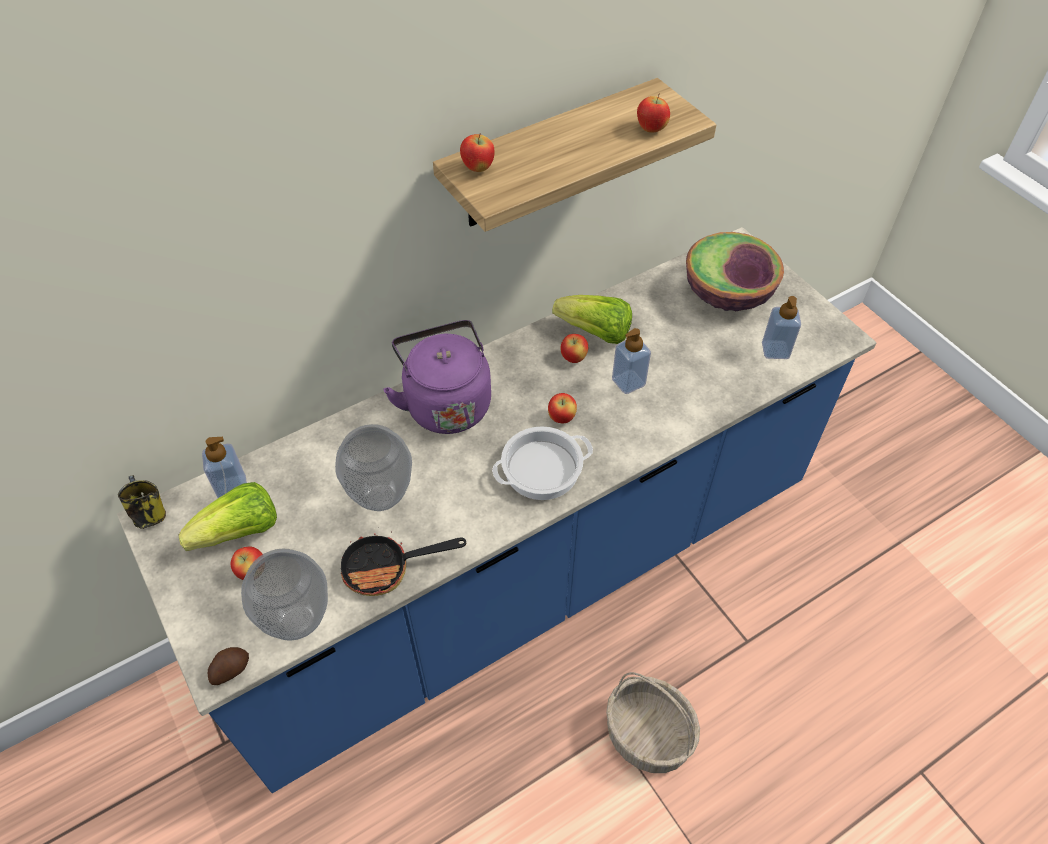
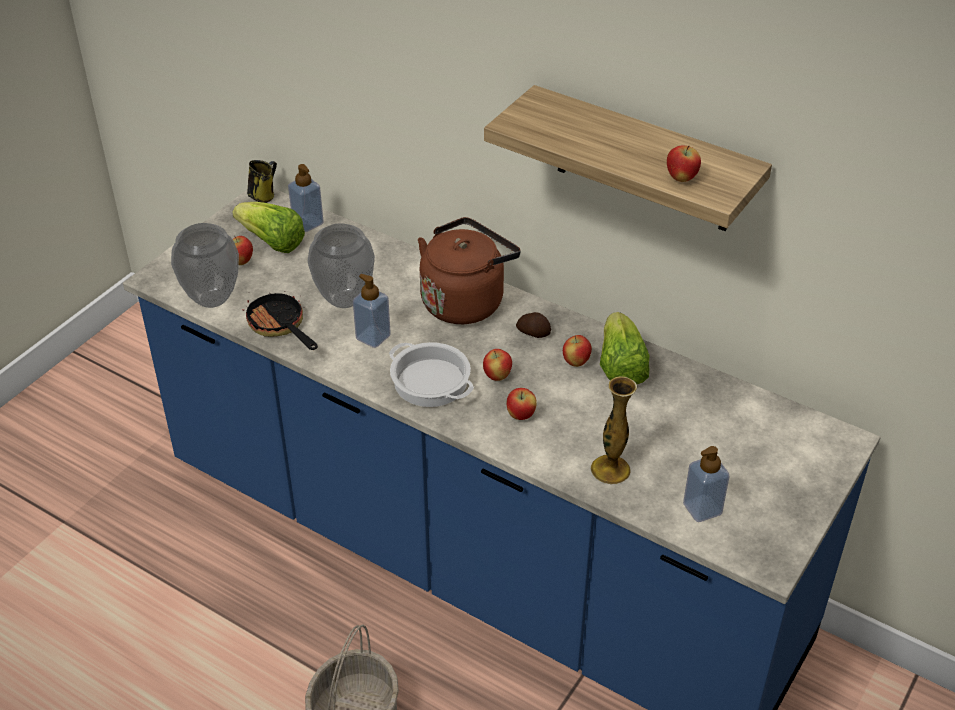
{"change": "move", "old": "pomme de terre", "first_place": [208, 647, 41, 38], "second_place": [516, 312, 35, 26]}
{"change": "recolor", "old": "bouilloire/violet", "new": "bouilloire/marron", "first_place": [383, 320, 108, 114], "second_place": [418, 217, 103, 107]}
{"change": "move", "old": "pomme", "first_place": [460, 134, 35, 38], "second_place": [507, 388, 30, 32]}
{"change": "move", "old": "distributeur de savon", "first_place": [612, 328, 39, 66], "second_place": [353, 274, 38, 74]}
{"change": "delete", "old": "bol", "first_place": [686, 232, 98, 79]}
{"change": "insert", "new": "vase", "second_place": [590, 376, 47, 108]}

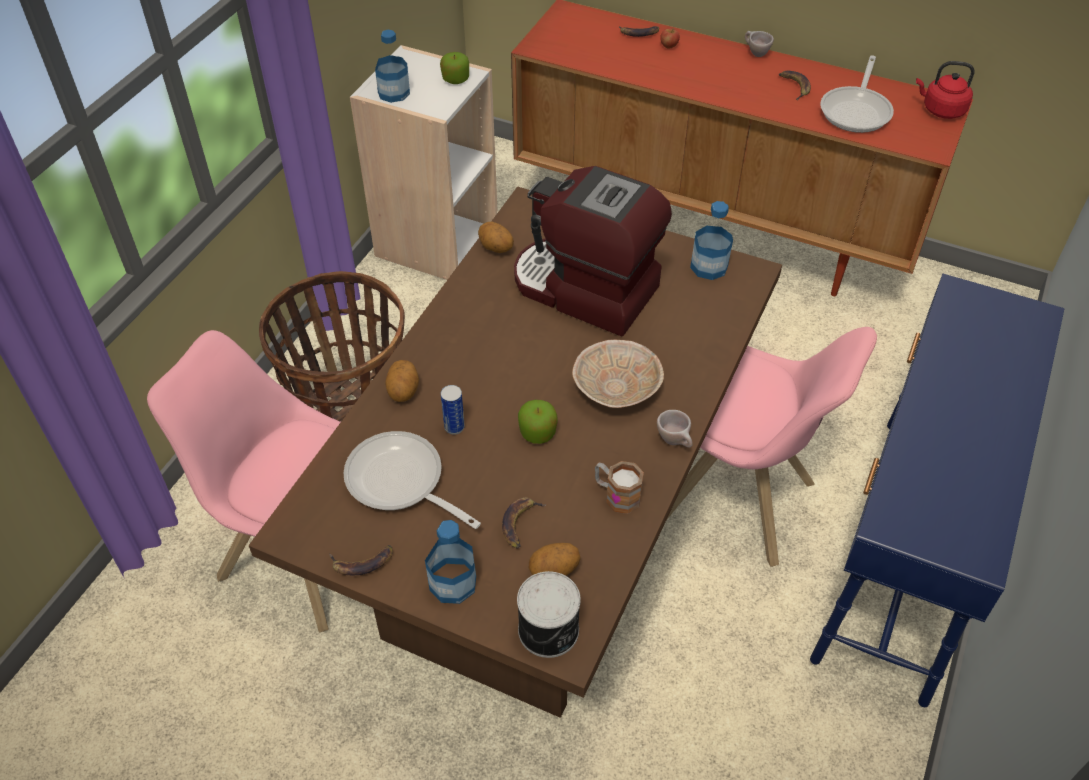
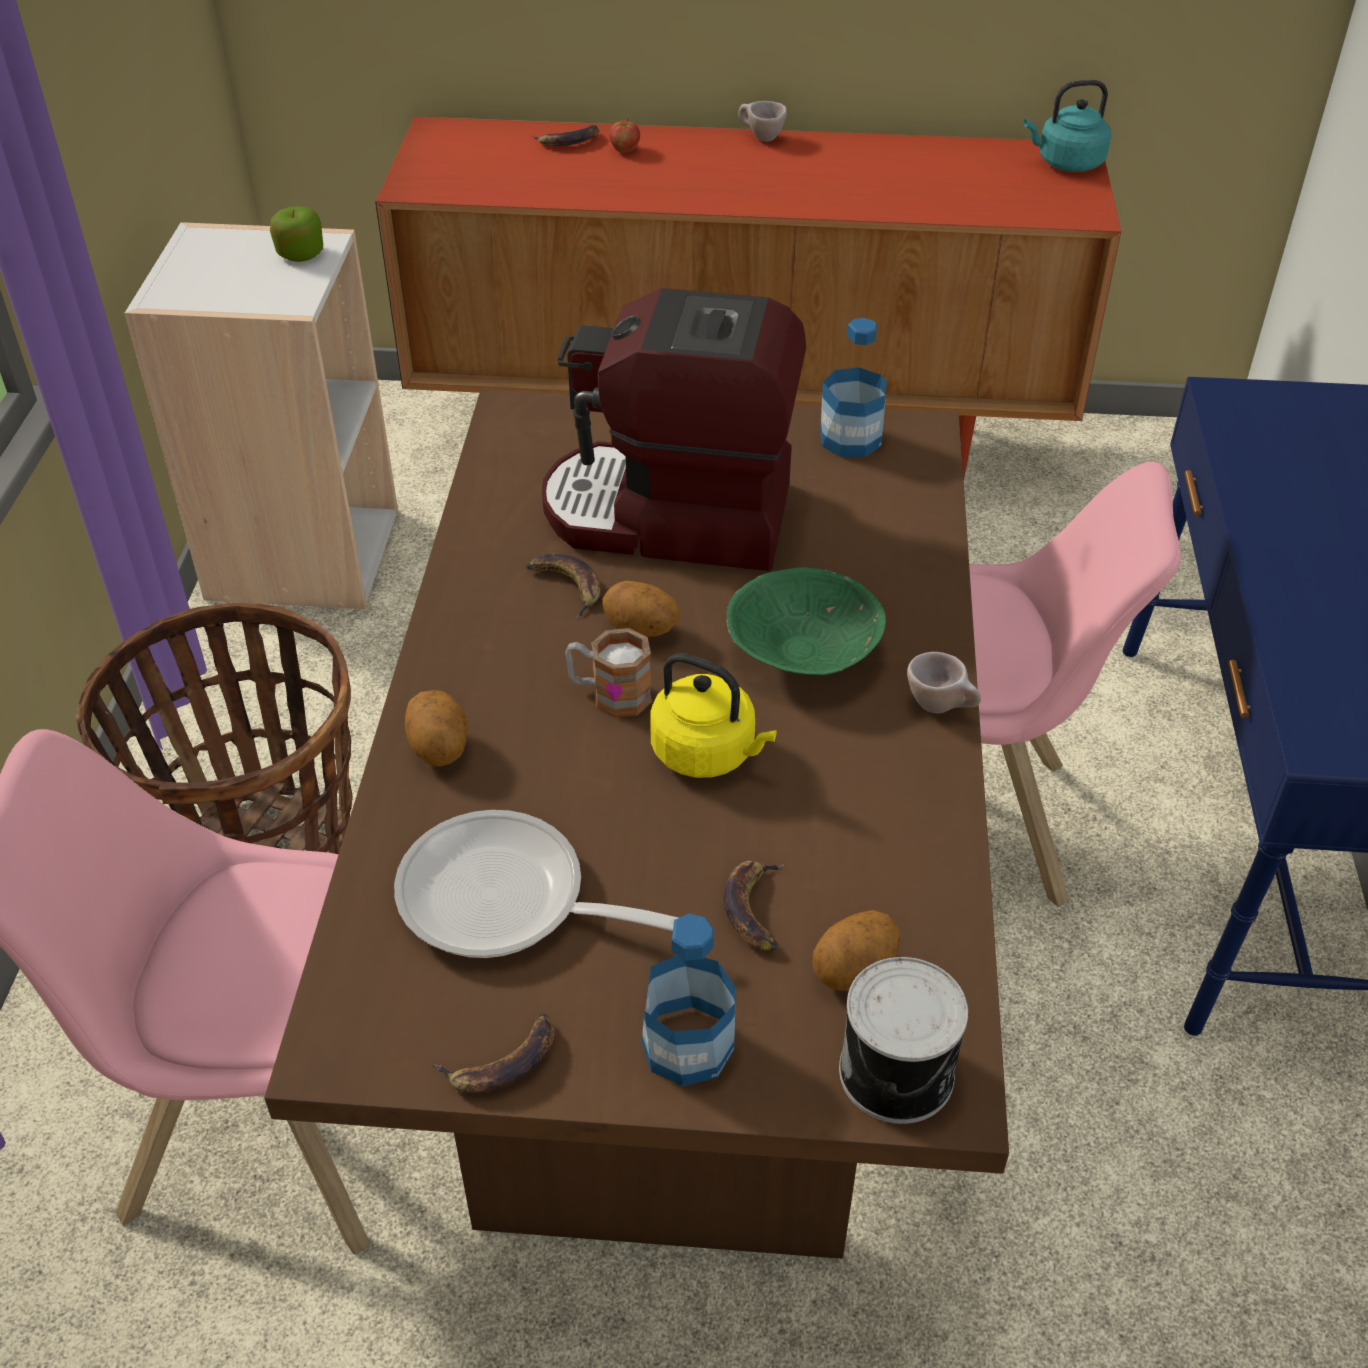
{"change": "delete", "old": "bouteille", "first_place": [375, 30, 35, 73]}
{"change": "delete", "old": "boîte métallique", "first_place": [441, 385, 24, 50]}
{"change": "move", "old": "pomme de terre", "first_place": [478, 222, 36, 31], "second_place": [602, 581, 79, 56]}
{"change": "replace", "old": "pomme", "new": "bouilloire/jaune", "first_place": [518, 400, 40, 44], "second_place": [650, 653, 127, 125]}
{"change": "recolor", "old": "bol/beige", "new": "bol/vert", "first_place": [572, 340, 92, 68], "second_place": [726, 567, 160, 108]}
{"change": "move", "old": "mug", "first_place": [595, 461, 49, 53], "second_place": [565, 628, 87, 90]}
{"change": "move", "old": "banane", "first_place": [779, 71, 32, 29], "second_place": [526, 554, 75, 65]}
{"change": "delete", "old": "poêle", "first_place": [820, 55, 74, 78]}
{"change": "recolor", "old": "bouilloire/rouge", "new": "bouilloire/turquoise", "first_place": [916, 61, 59, 58], "second_place": [1024, 80, 87, 92]}

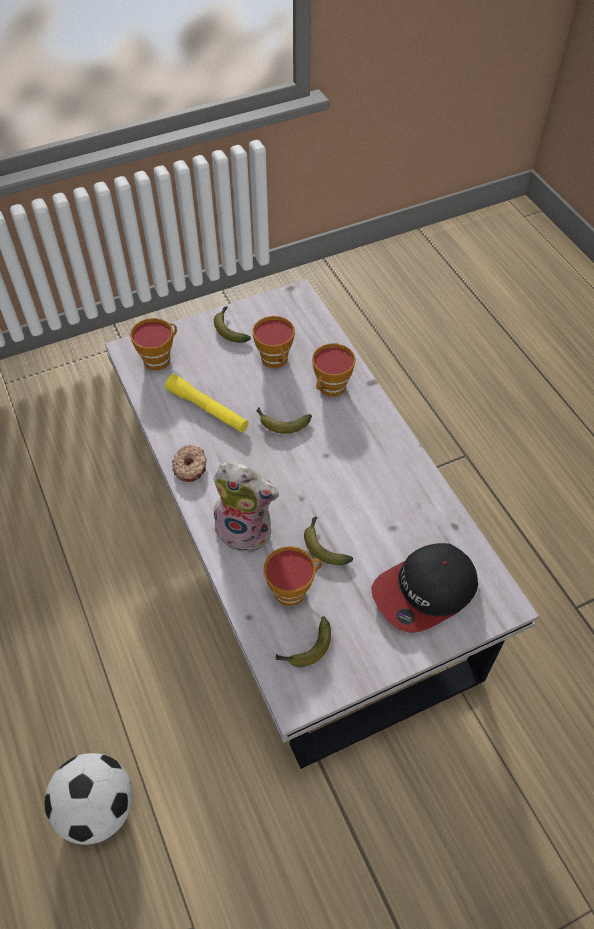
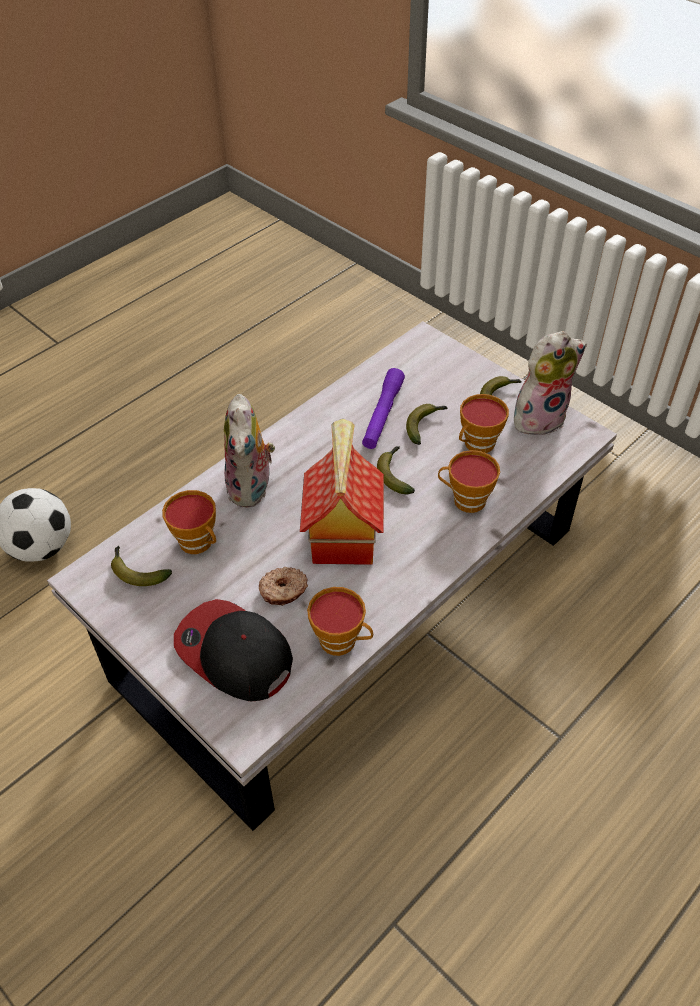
{"change": "move", "old": "tasse", "first_place": [130, 318, 47, 52], "second_place": [307, 587, 66, 69]}
{"change": "recolor", "old": "lampe de poche/jaune", "new": "lampe de poche/violet", "first_place": [165, 374, 84, 58], "second_place": [362, 368, 43, 81]}
{"change": "move", "old": "beignet", "first_place": [172, 445, 35, 37], "second_place": [259, 567, 49, 39]}
{"change": "move", "old": "banane", "first_place": [304, 517, 49, 48], "second_place": [406, 404, 42, 41]}
{"change": "insert", "new": "maison miniature", "second_place": [300, 419, 84, 146]}
{"change": "insert", "new": "peluche", "second_place": [514, 331, 73, 104]}

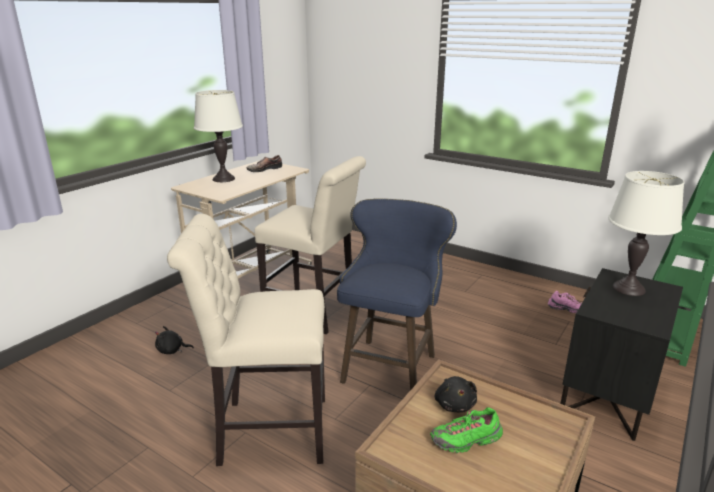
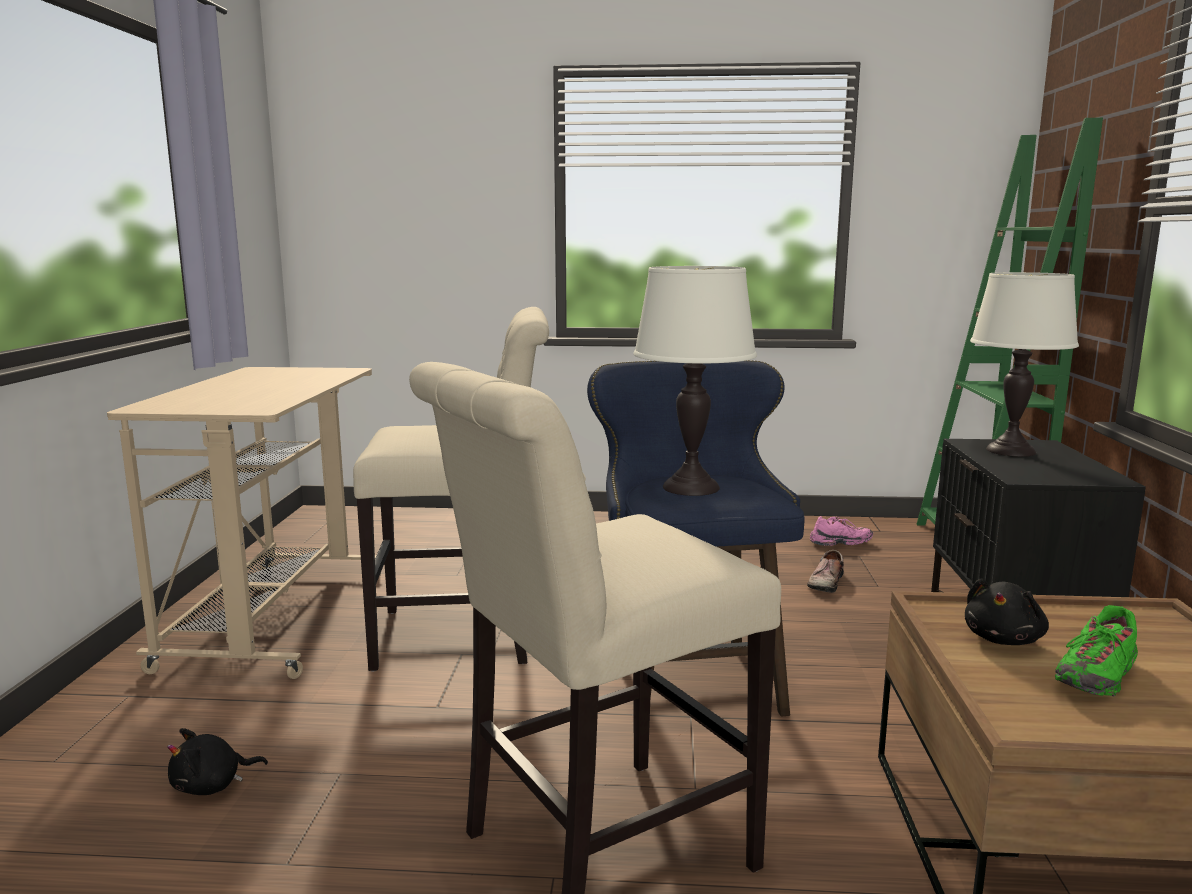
{"change": "move", "old": "lampe de table/blanc", "first_place": [194, 90, 49, 92], "second_place": [633, 266, 124, 230]}
{"change": "move", "old": "chaussure", "first_place": [247, 155, 35, 17], "second_place": [807, 550, 37, 43]}
{"change": "rotate", "old": "peluche/noir", "first_place": [435, 376, 42, 36], "second_place": [965, 579, 84, 66], "degrees": 75}

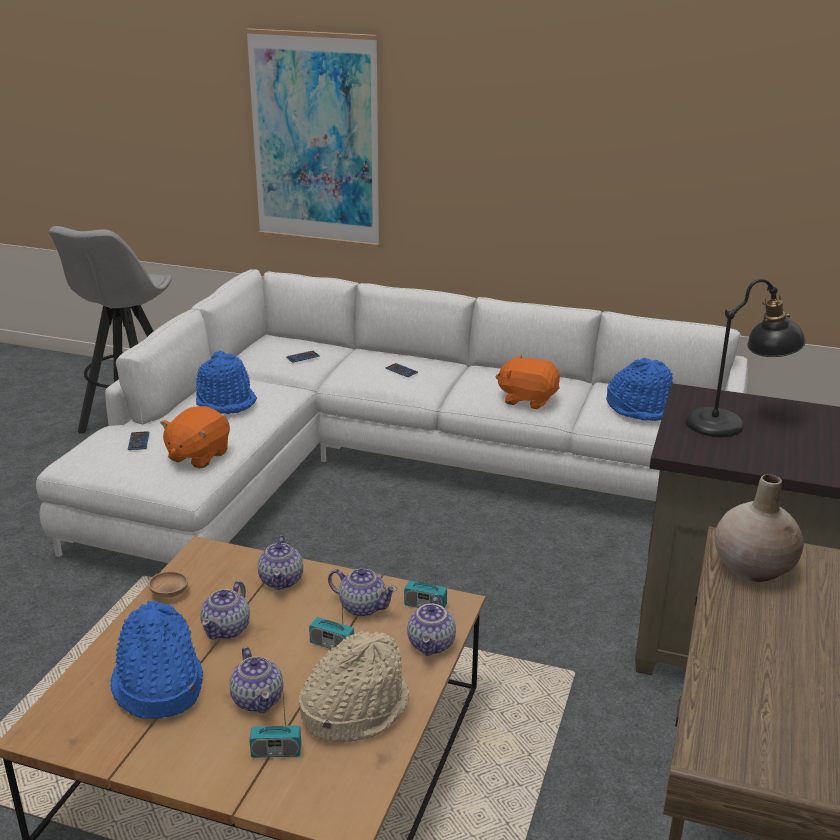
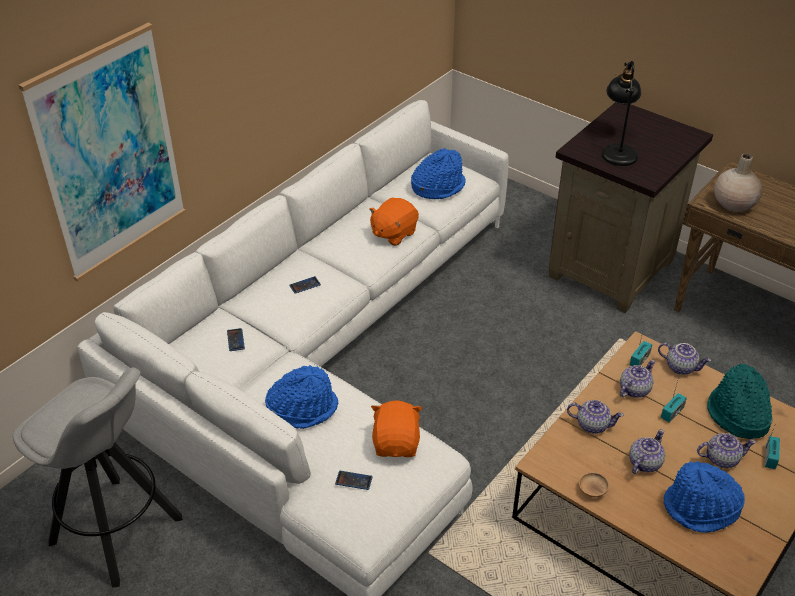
{"change": "rotate", "old": "peluche/orange", "first_place": [160, 406, 70, 63], "second_place": [371, 400, 52, 57], "degrees": -135}
{"change": "rotate", "old": "théière", "first_place": [200, 581, 50, 59], "second_place": [629, 429, 36, 45], "degrees": -90}
{"change": "recolor", "old": "chapeau/beige", "new": "chapeau/turquoise", "first_place": [299, 631, 110, 112], "second_place": [707, 364, 66, 75]}

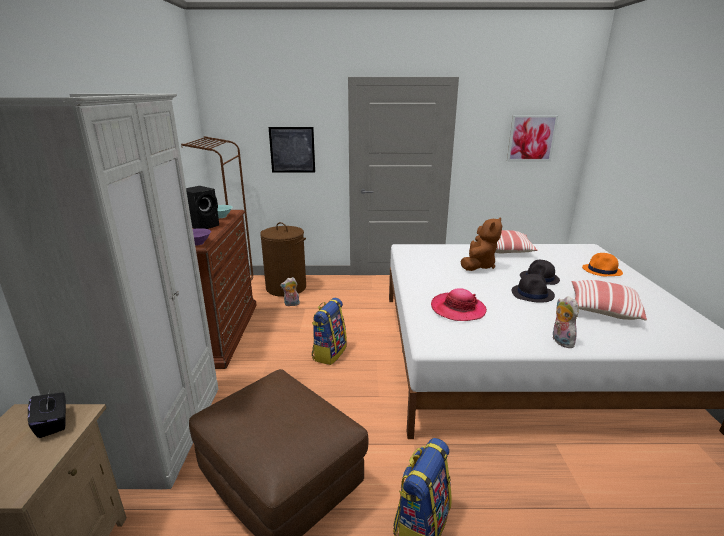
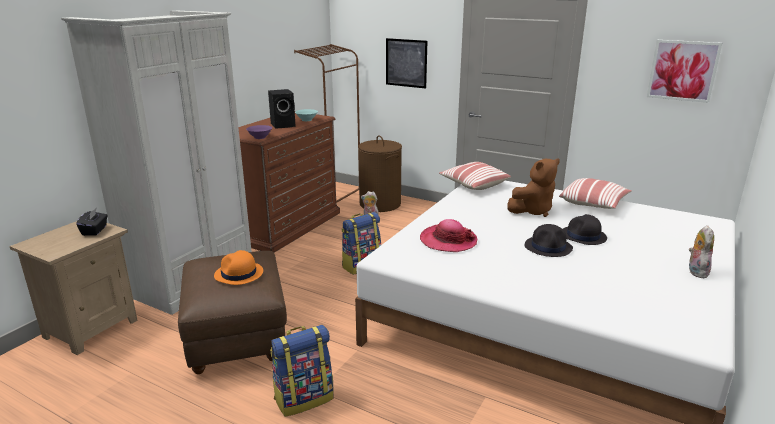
{"change": "move", "old": "peluche", "first_place": [553, 296, 26, 52], "second_place": [689, 225, 25, 53]}
{"change": "move", "old": "coussin", "first_place": [571, 280, 76, 41], "second_place": [439, 162, 72, 28]}
{"change": "move", "old": "chapeau/orange", "first_place": [582, 253, 41, 23], "second_place": [214, 250, 49, 35]}

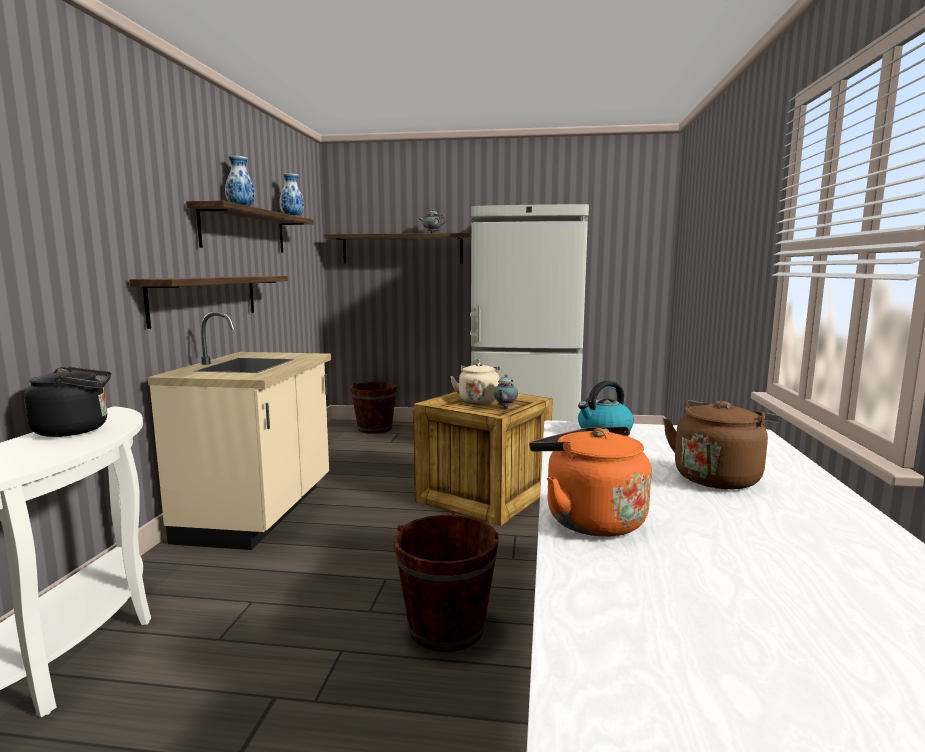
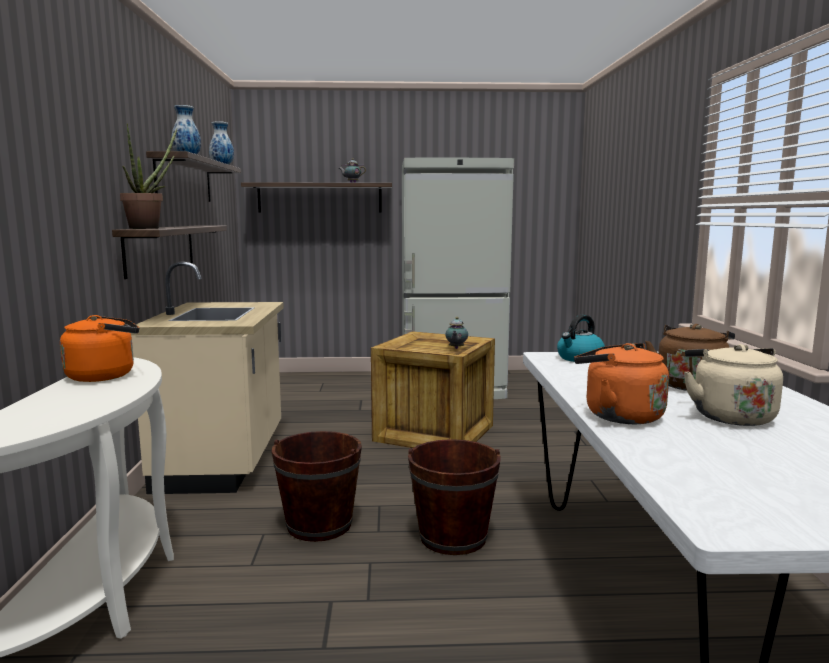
{"change": "recolor", "old": "bouilloire/noir", "new": "bouilloire/orange", "first_place": [24, 367, 87, 70], "second_place": [60, 315, 79, 67]}
{"change": "move", "old": "seau/marron", "first_place": [350, 382, 47, 52], "second_place": [272, 431, 90, 111]}
{"change": "move", "old": "bouilloire/beige", "first_place": [450, 363, 50, 41], "second_place": [684, 344, 99, 82]}
{"change": "insert", "new": "plante en pot", "second_place": [120, 123, 57, 106]}

